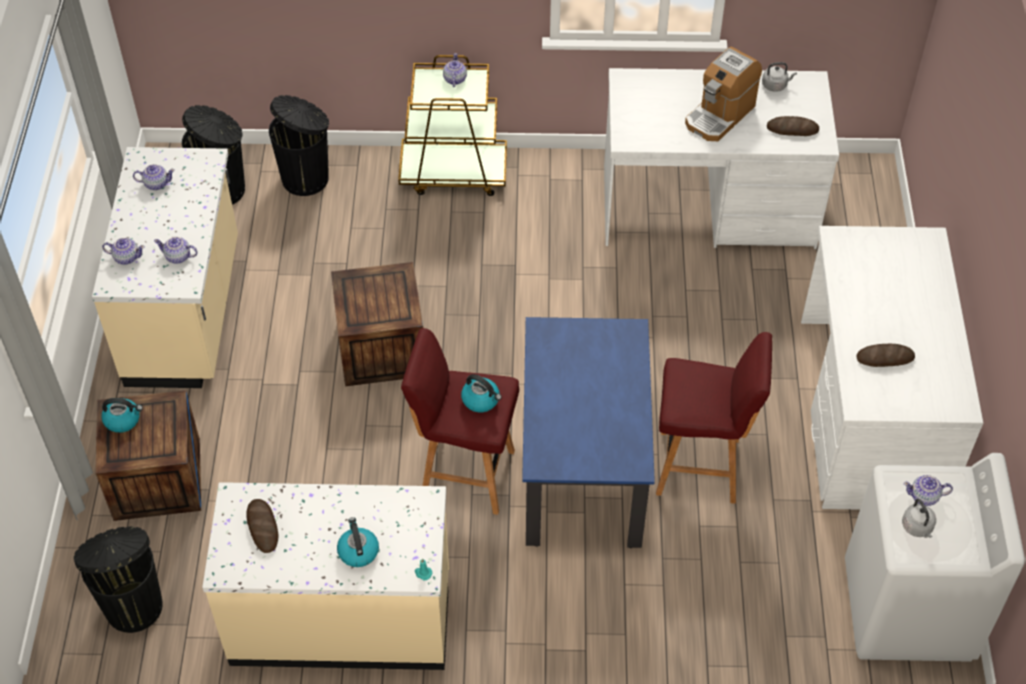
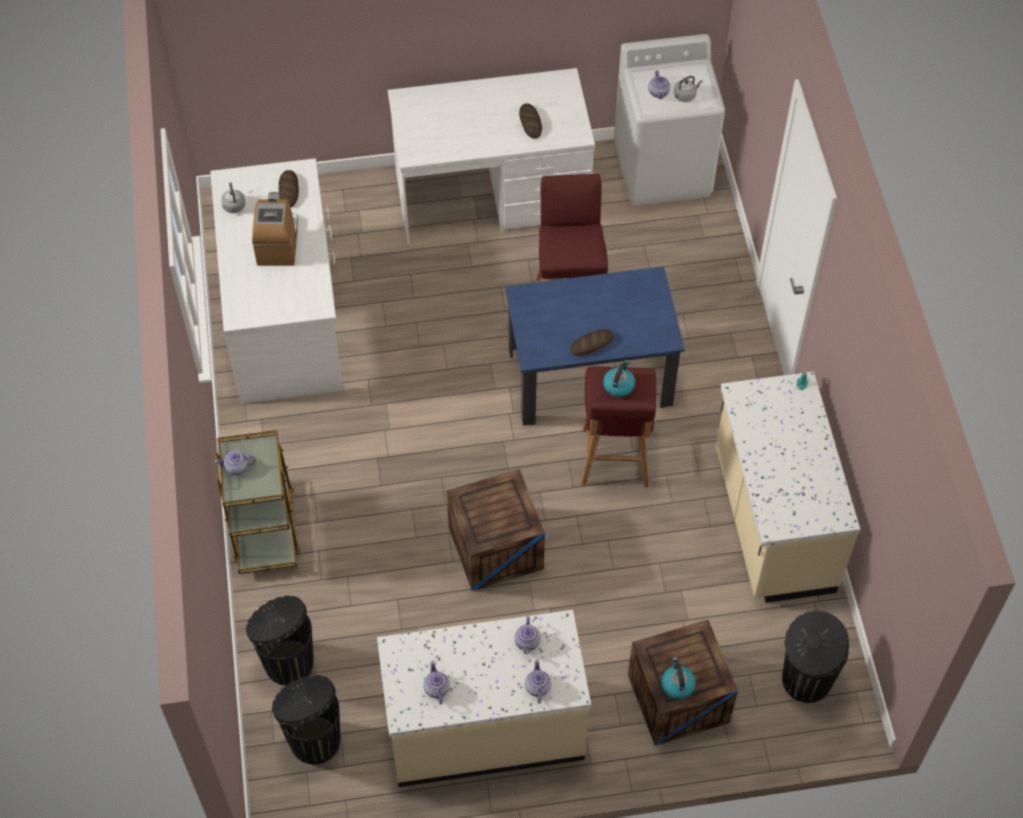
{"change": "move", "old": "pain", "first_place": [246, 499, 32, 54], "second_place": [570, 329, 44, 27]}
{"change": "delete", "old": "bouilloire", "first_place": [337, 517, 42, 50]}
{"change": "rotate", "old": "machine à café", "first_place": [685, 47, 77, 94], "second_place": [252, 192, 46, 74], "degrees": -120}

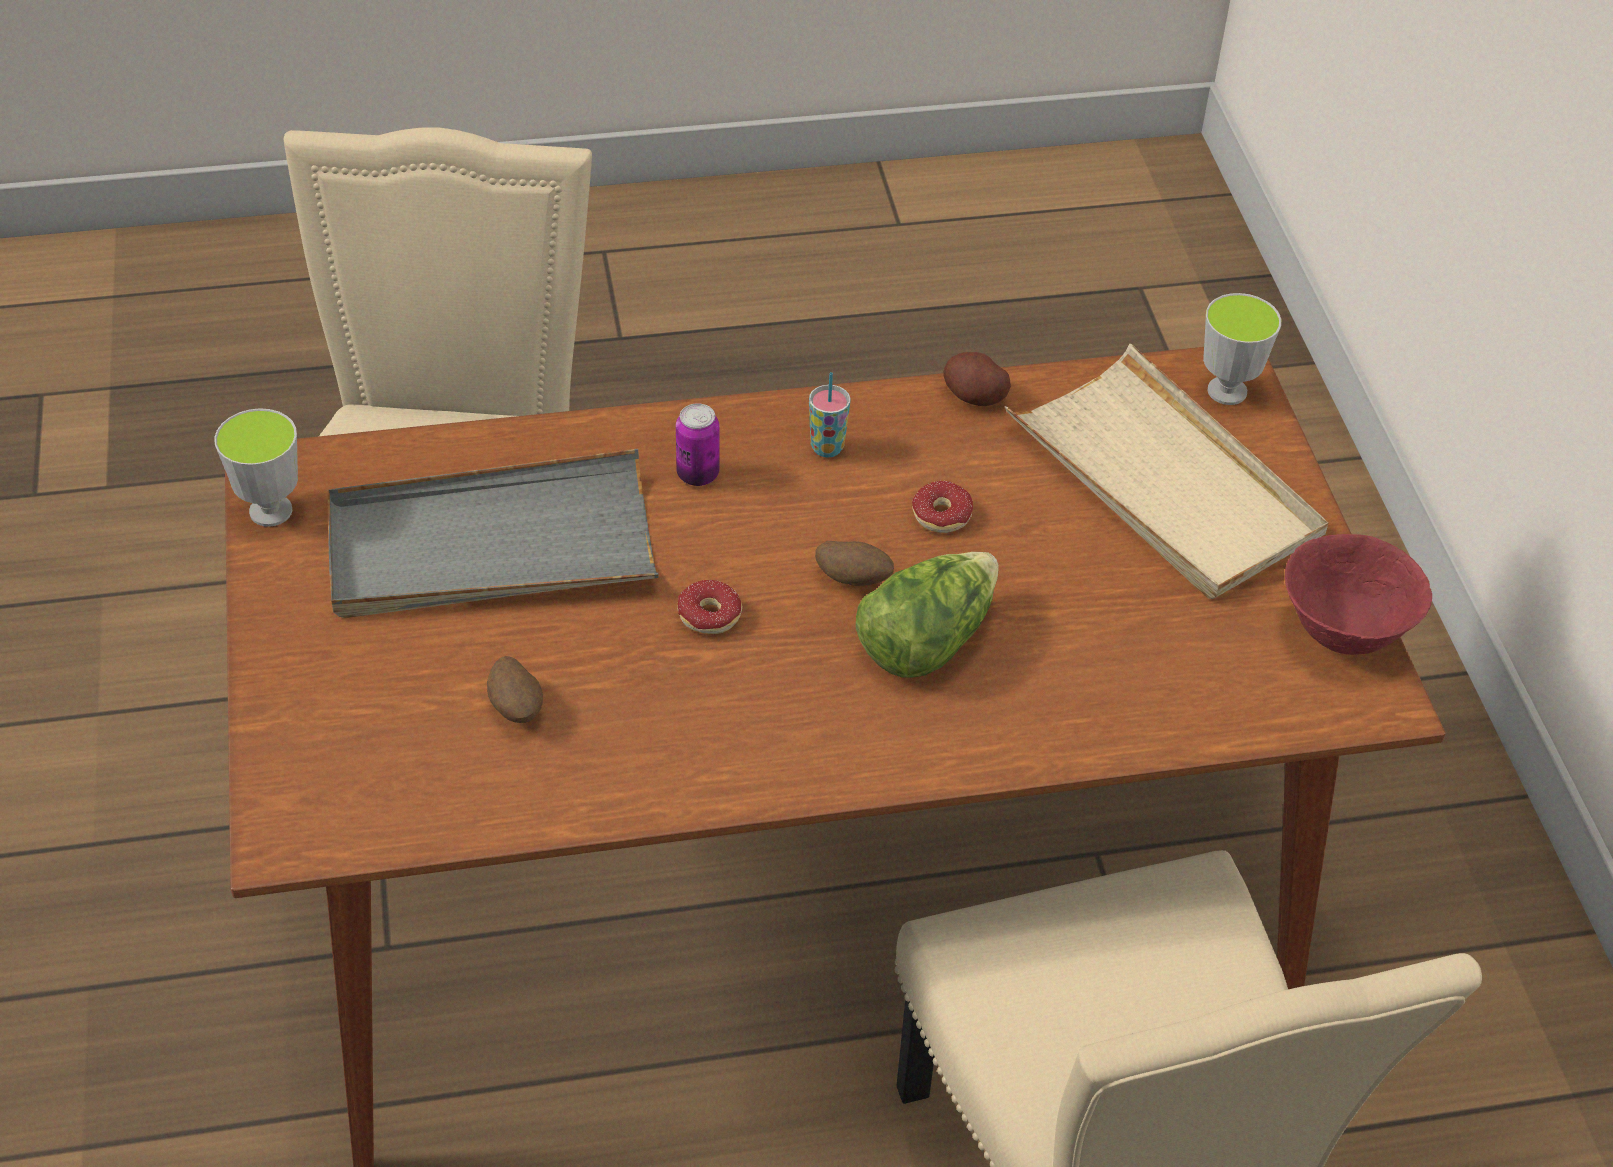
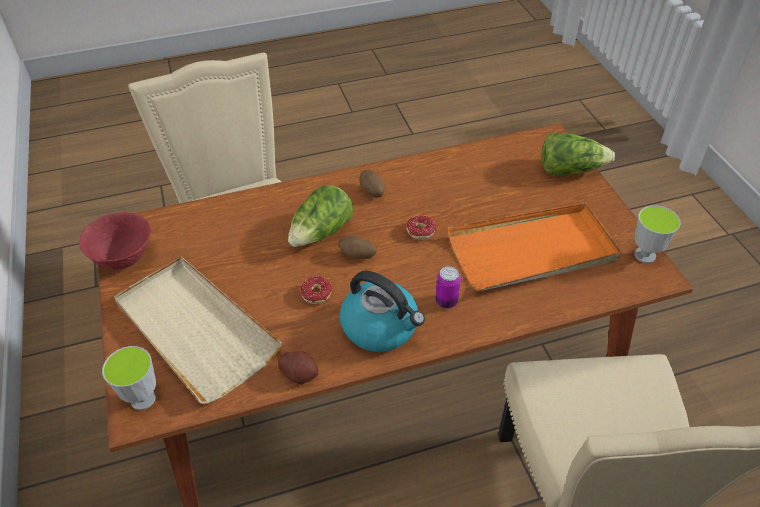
{"change": "recolor", "old": "plateau/gris", "new": "plateau/orange", "first_place": [328, 449, 331, 169], "second_place": [447, 203, 174, 88]}
{"change": "move", "old": "pomme de terre", "first_place": [487, 656, 56, 67], "second_place": [359, 170, 26, 28]}
{"change": "replace", "old": "tasse", "new": "bouilloire", "first_place": [809, 372, 42, 86], "second_place": [340, 271, 85, 81]}
{"change": "insert", "new": "laitue", "second_place": [542, 132, 73, 43]}

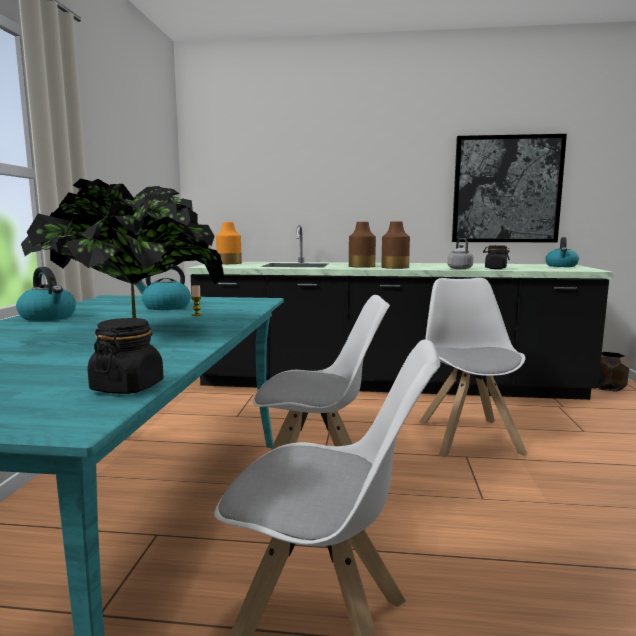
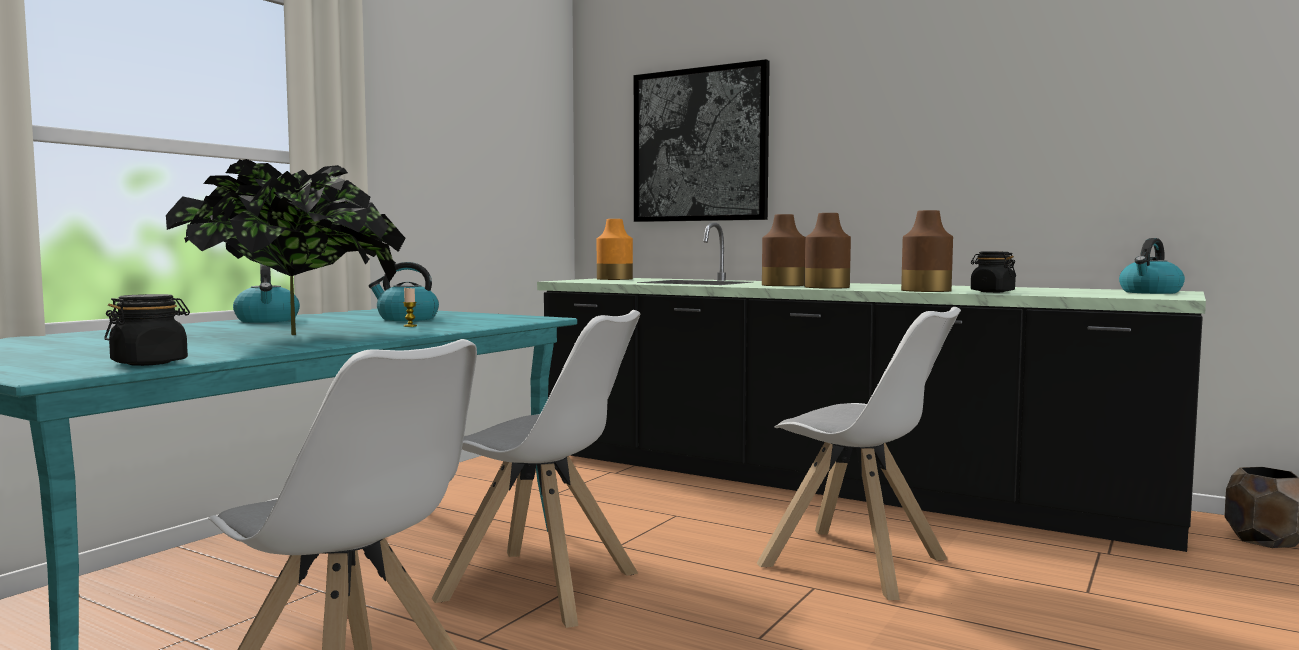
{"change": "rotate", "old": "chaise", "first_place": [419, 278, 109, 179], "second_place": [757, 307, 204, 293], "degrees": 105}
{"change": "replace", "old": "bouilloire/gris", "new": "vase/marron", "first_place": [448, 238, 25, 31], "second_place": [901, 210, 52, 82]}
{"change": "move", "old": "tableau", "first_place": [452, 134, 115, 108], "second_place": [634, 59, 136, 163]}

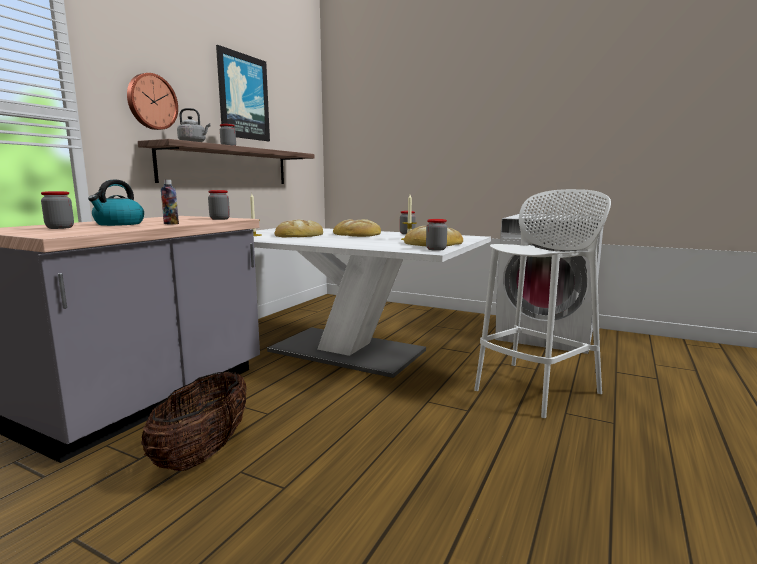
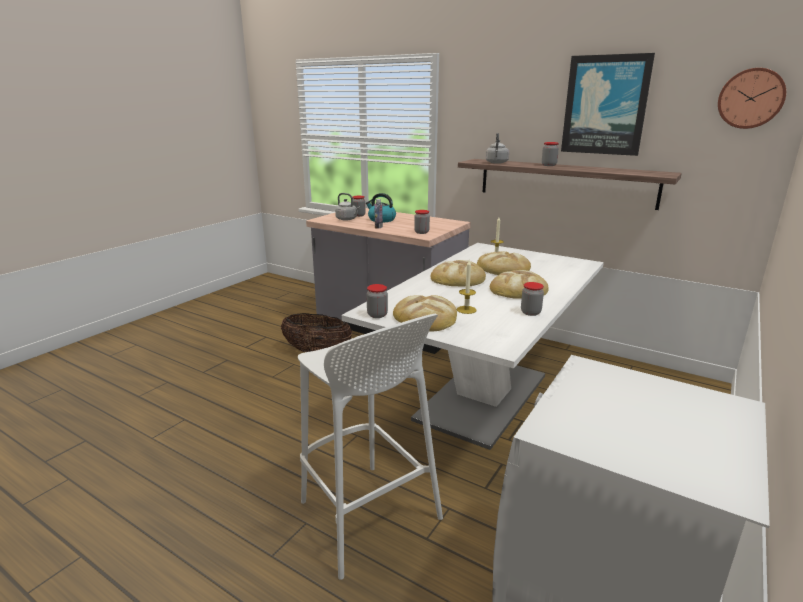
{"change": "move", "old": "horloge murale", "first_place": [127, 73, 51, 57], "second_place": [718, 68, 68, 61]}
{"change": "insert", "new": "bouilloire/gris", "second_place": [335, 193, 25, 28]}
{"change": "insert", "new": "pain", "second_place": [431, 260, 55, 27]}

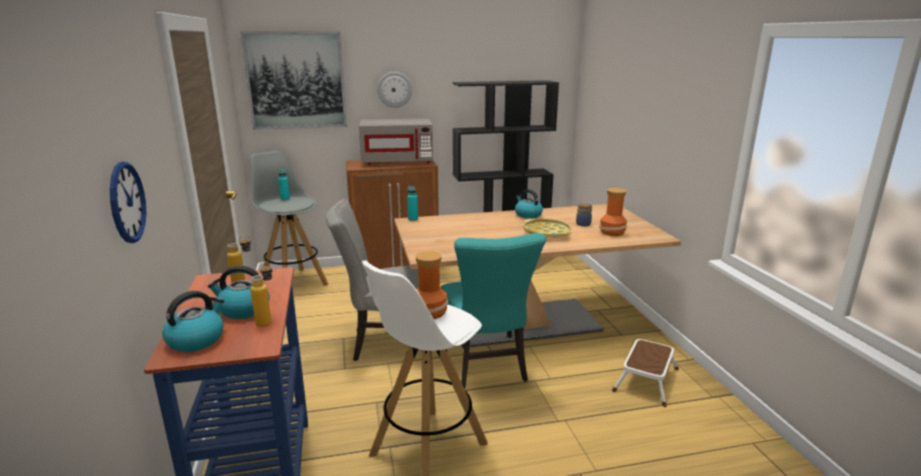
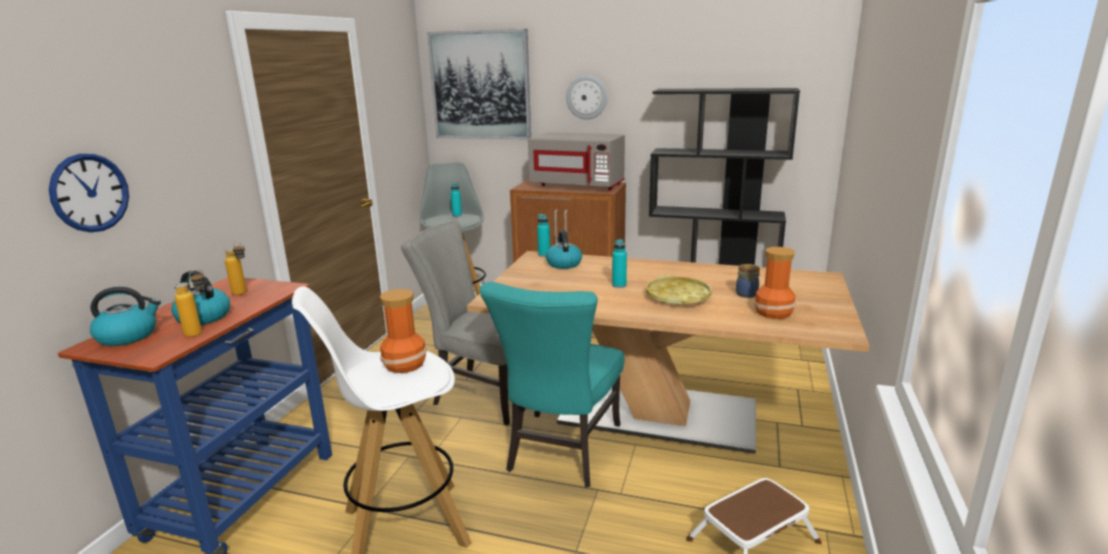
{"change": "move", "old": "bouilloire", "first_place": [515, 189, 28, 30], "second_place": [546, 230, 36, 39]}
{"change": "insert", "new": "bouteille/turquoise", "second_place": [612, 239, 15, 49]}

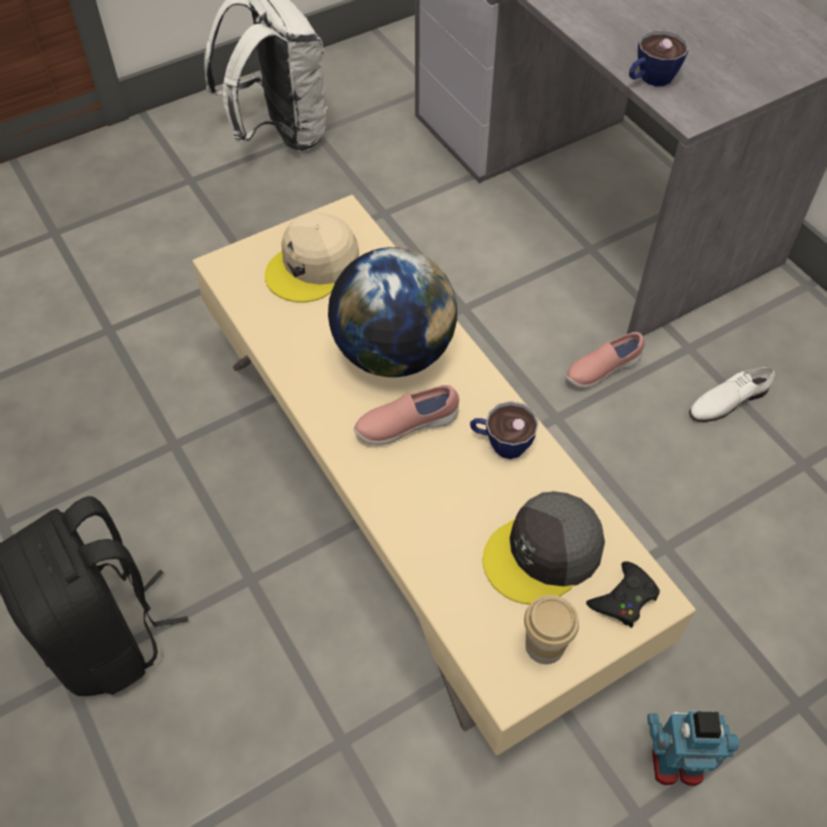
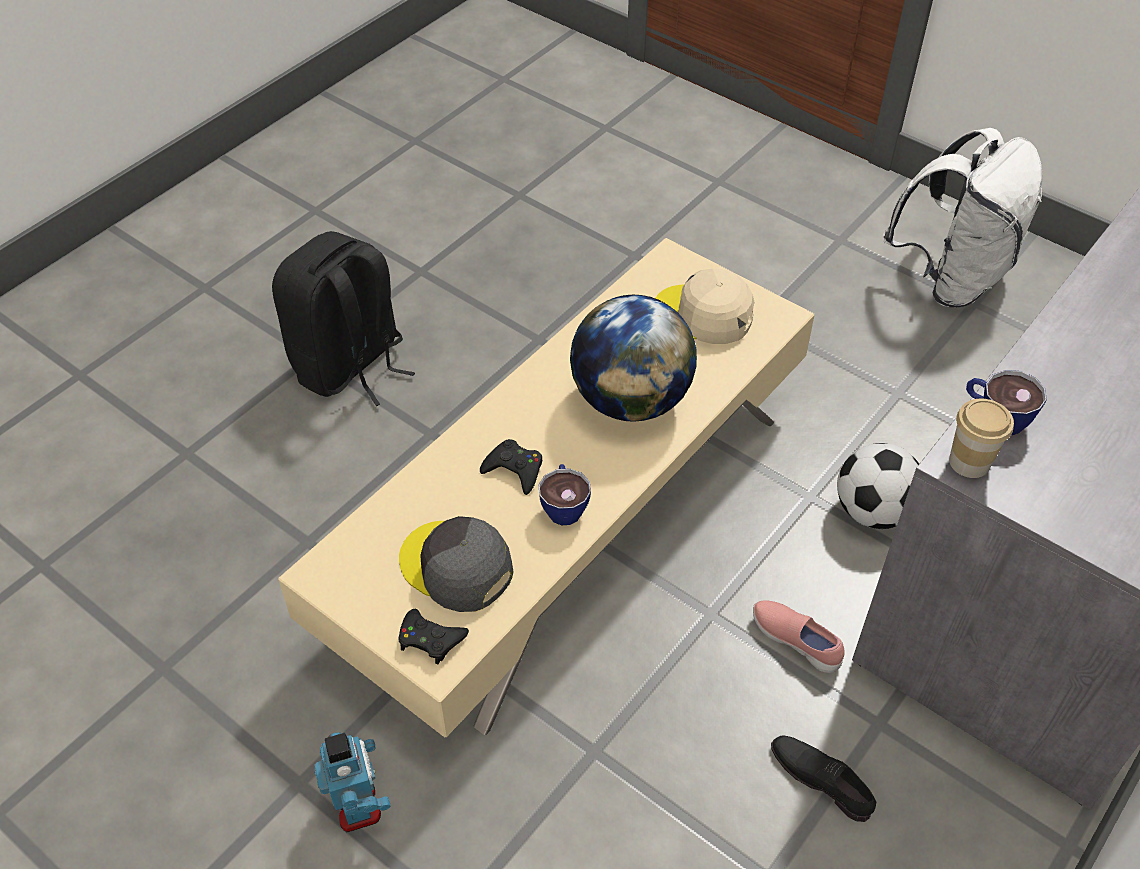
{"change": "delete", "old": "chaussure/rose", "first_place": [354, 385, 105, 60]}
{"change": "move", "old": "tasse", "first_place": [524, 595, 55, 69], "second_place": [949, 399, 65, 79]}
{"change": "recolor", "old": "chaussure/blanc", "new": "chaussure/noir", "first_place": [689, 367, 86, 55], "second_place": [771, 735, 105, 87]}
{"change": "insert", "new": "manette/noir", "second_place": [480, 439, 62, 56]}
{"change": "insert", "new": "ballon de foot", "second_place": [837, 443, 82, 86]}

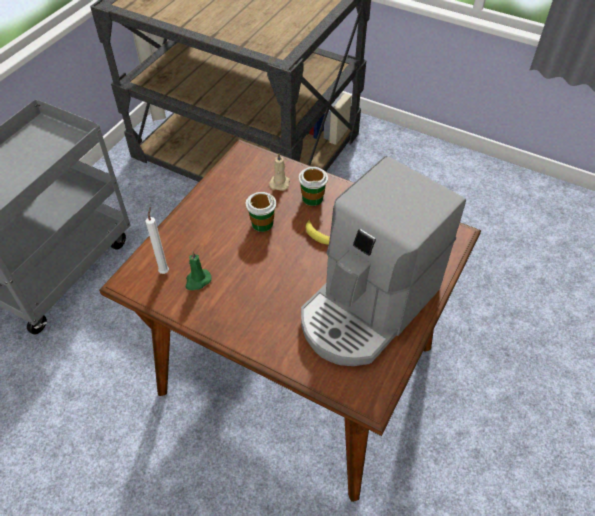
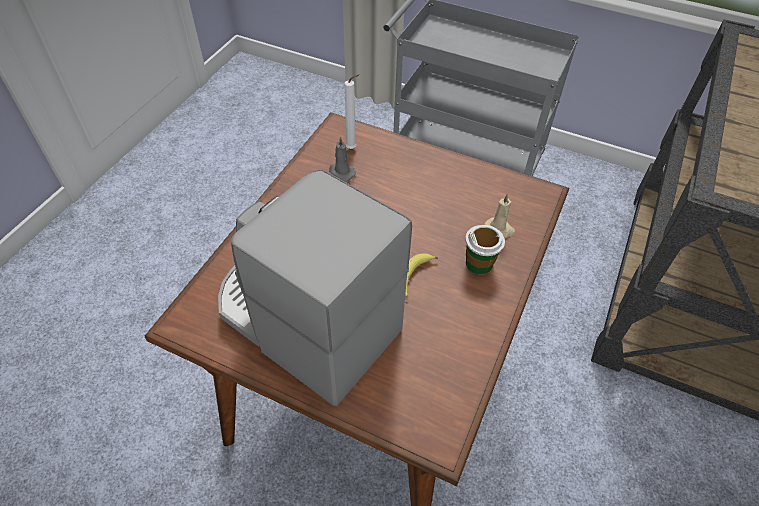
{"change": "recolor", "old": "bougie/vert", "new": "bougie/gris", "first_place": [186, 251, 26, 39], "second_place": [329, 136, 27, 46]}
{"change": "delete", "old": "tasse", "first_place": [246, 192, 30, 40]}

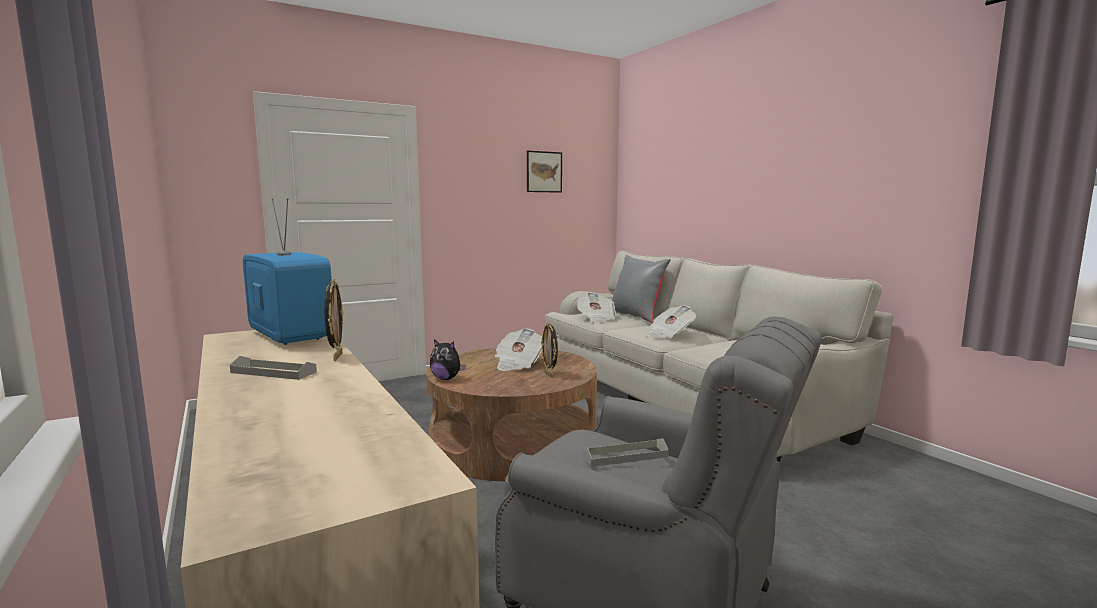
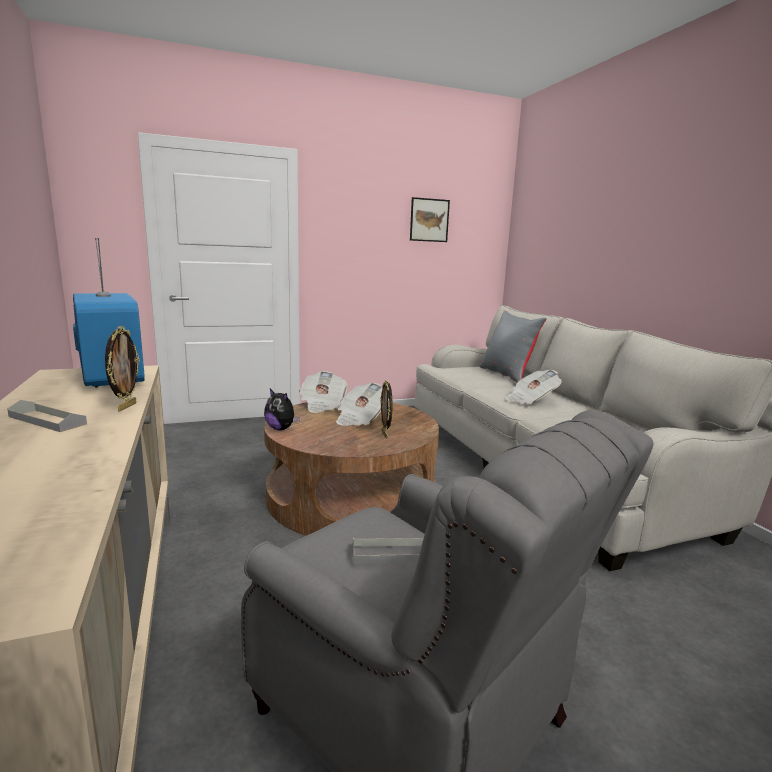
{"change": "move", "old": "journal", "first_place": [577, 293, 39, 30], "second_place": [299, 371, 49, 42]}

